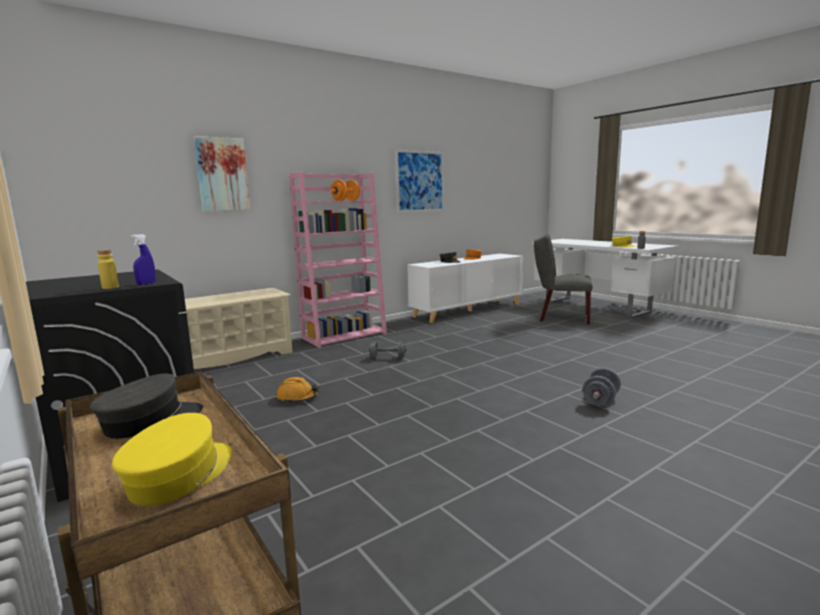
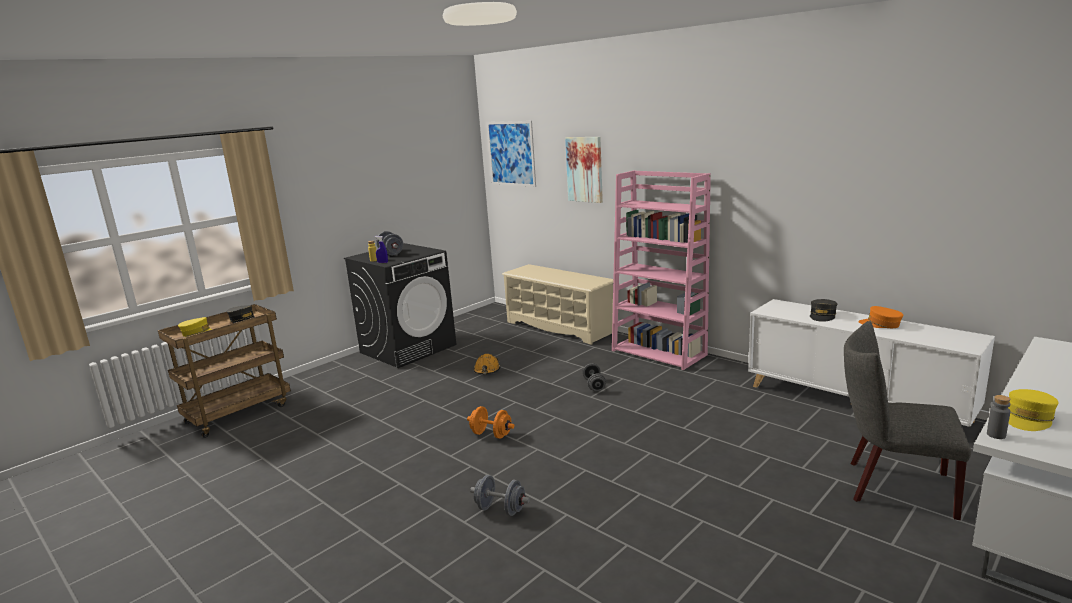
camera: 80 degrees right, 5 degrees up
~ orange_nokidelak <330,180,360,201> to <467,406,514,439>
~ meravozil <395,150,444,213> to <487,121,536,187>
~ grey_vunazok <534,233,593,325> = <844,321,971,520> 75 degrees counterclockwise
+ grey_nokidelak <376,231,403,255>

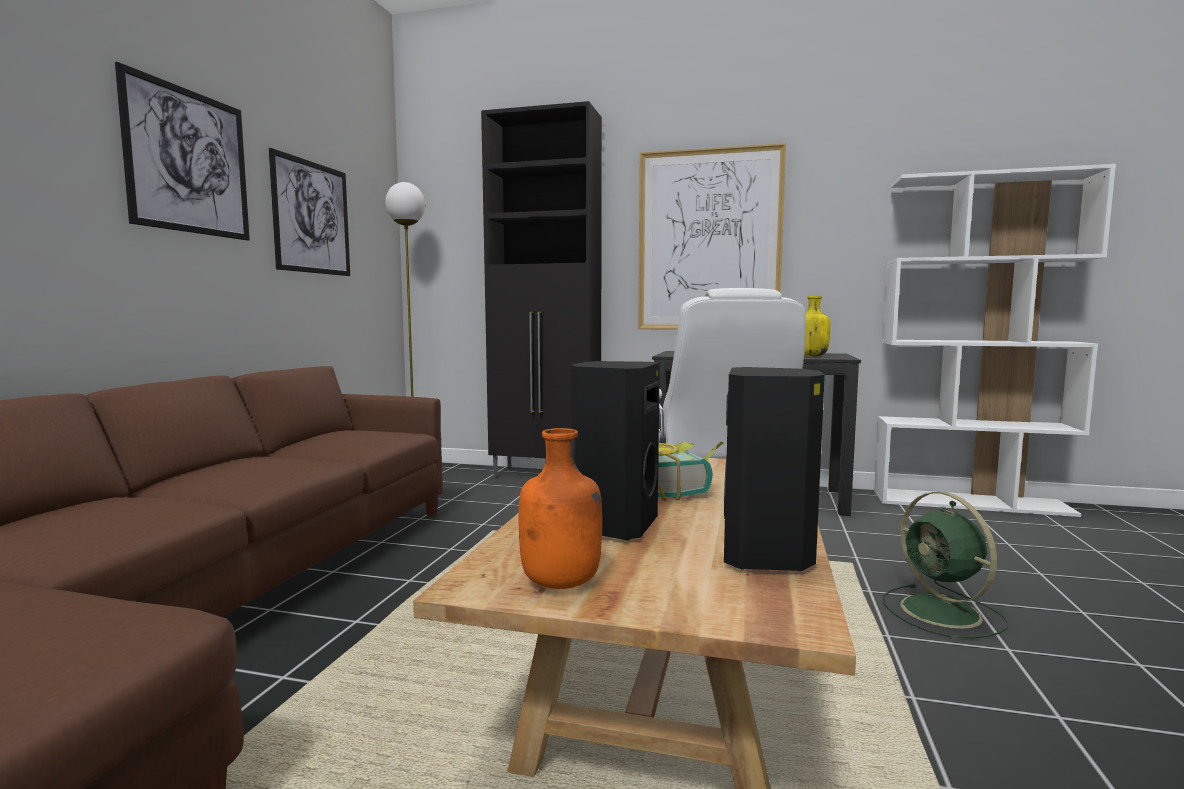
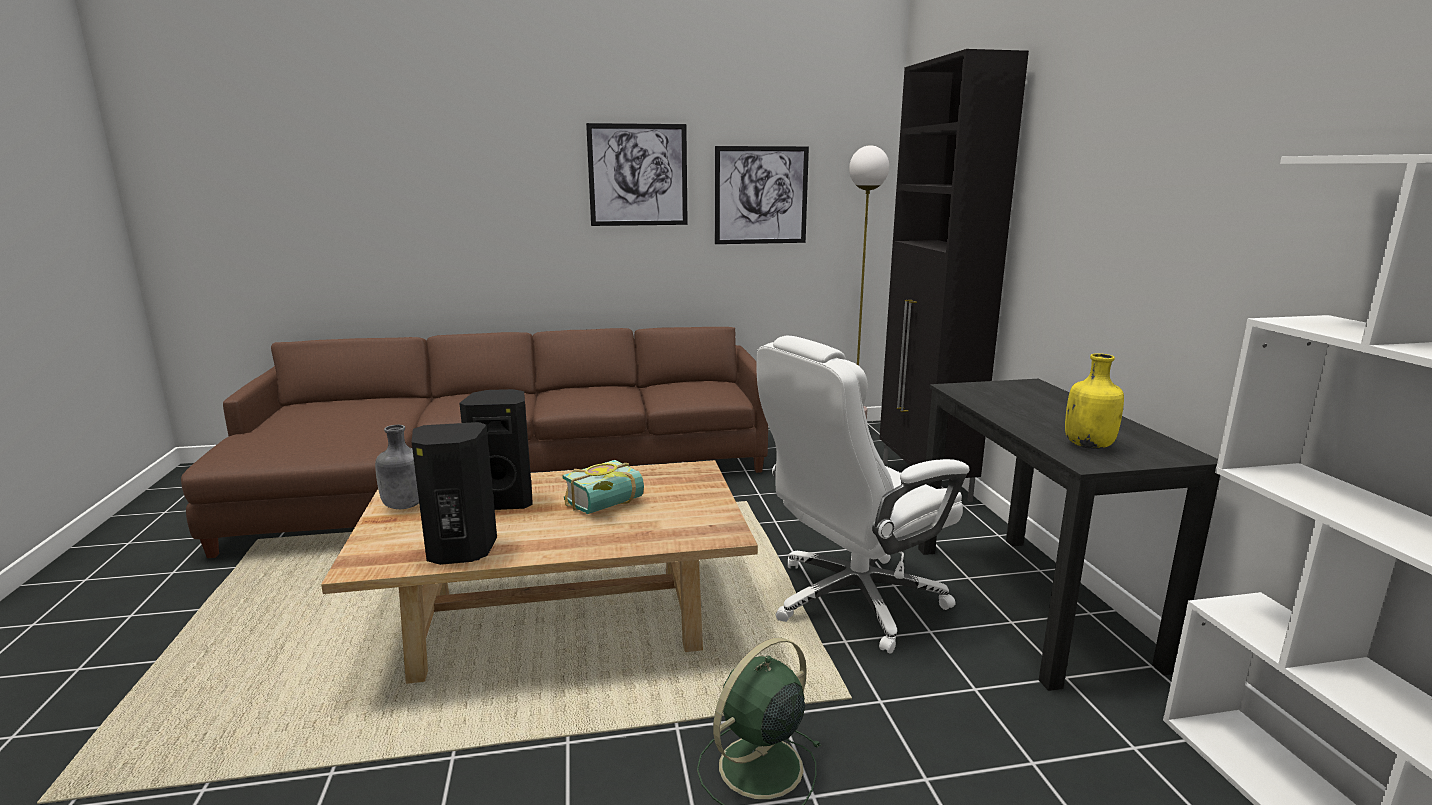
camera: 65 degrees right, 10 degrees up
~ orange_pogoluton <519,428,602,589> to grey_pogoluton <375,425,419,509>
- meravozil <638,143,786,330>

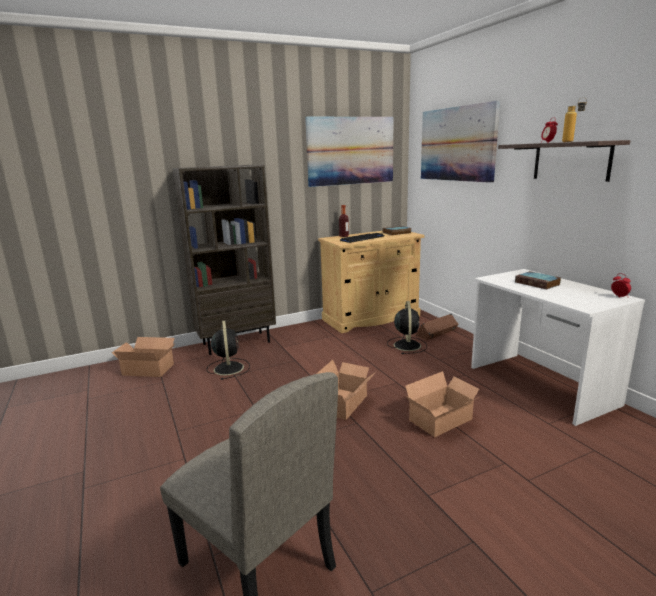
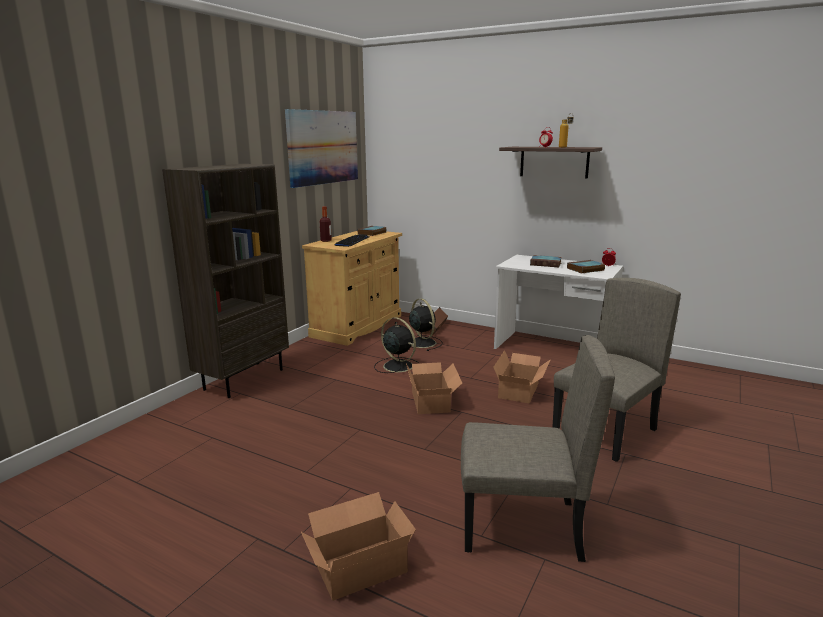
camera: 35 degrees left, 0 degrees up
~ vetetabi <112,337,175,377> to <301,492,416,601>
~ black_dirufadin <207,321,250,380> to <374,317,420,373>
- meravozil <421,101,500,183>
+ beige_vunazok <553,278,681,462>
+ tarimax <567,260,605,273>

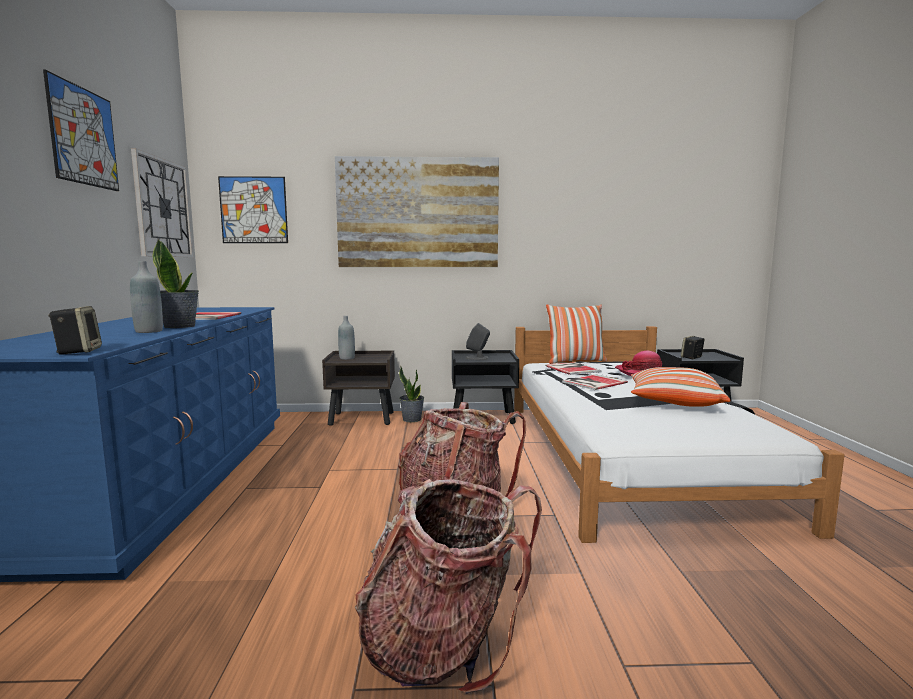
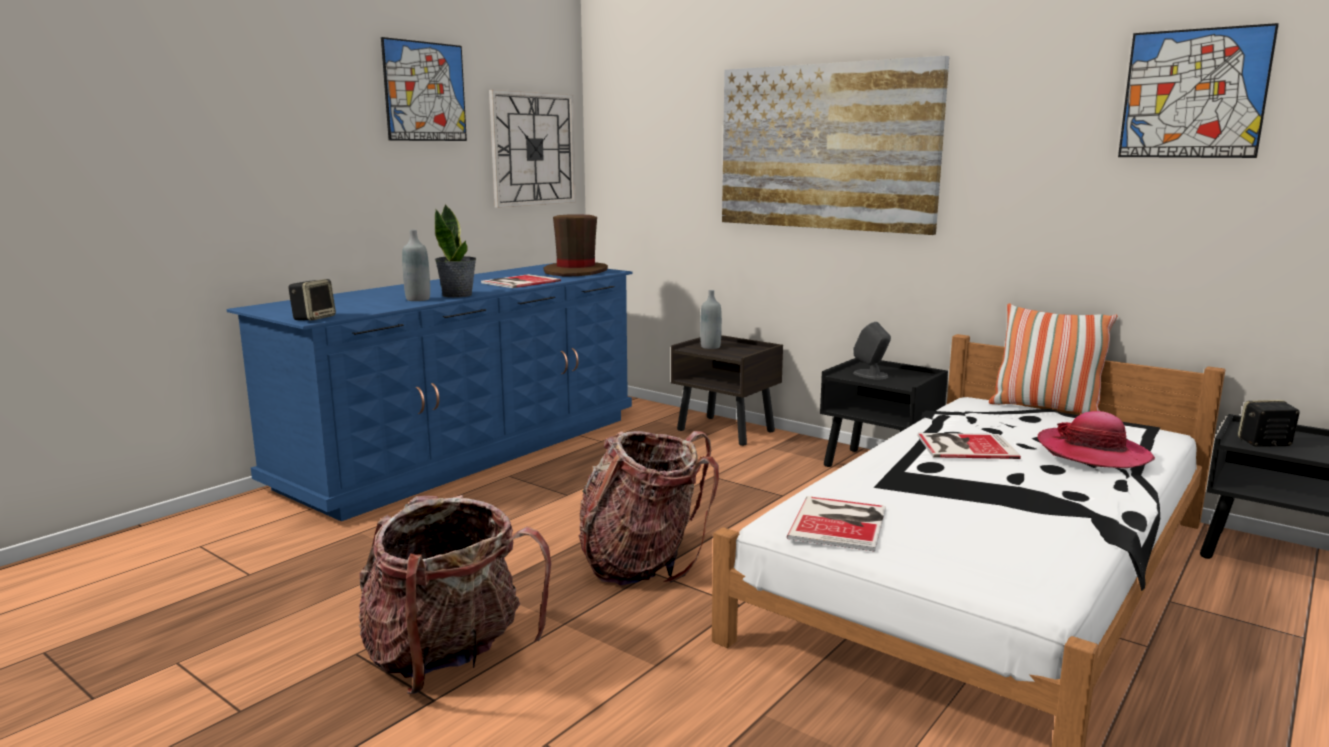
camera: 40 degrees right, 5 degrees up
~ meravozil <218,176,288,243> to <1118,23,1279,158>
- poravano <399,366,424,422>
~ tarimax <545,362,602,375> to <787,496,886,552>
- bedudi <631,367,731,407>
+ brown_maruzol <544,214,608,277>

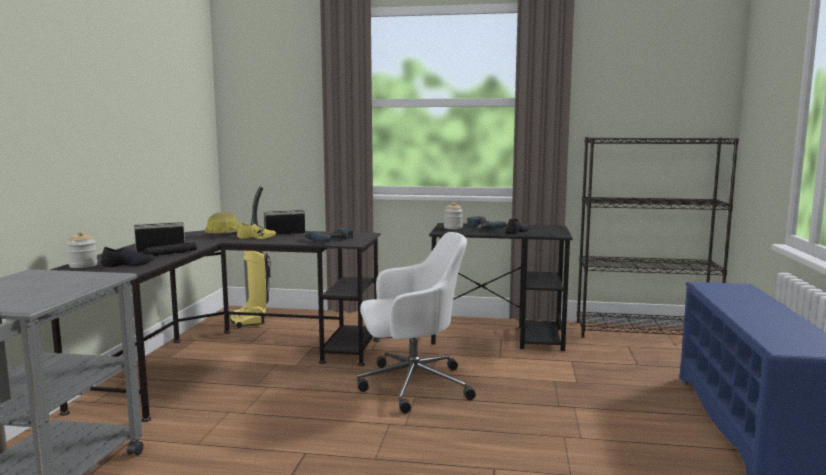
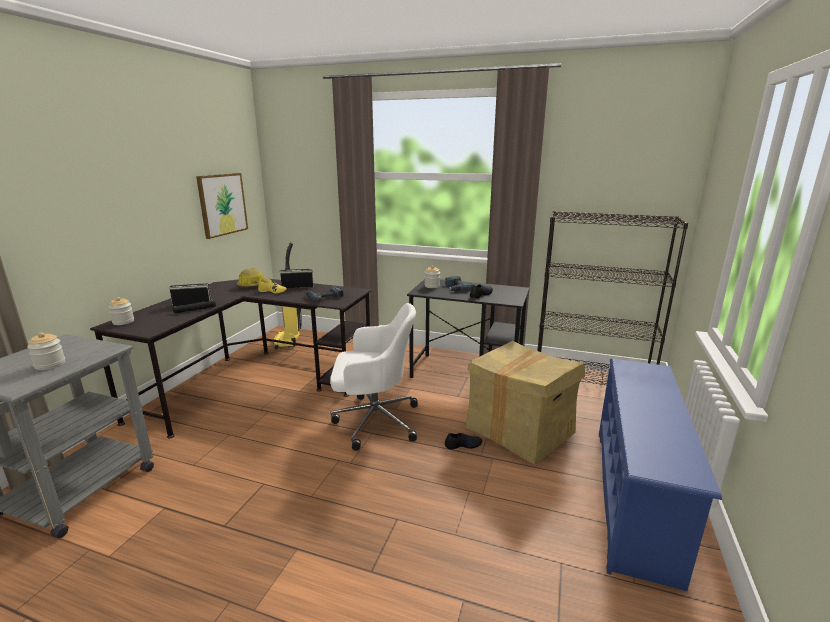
camera: 10 degrees right, 10 degrees up
~ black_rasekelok <101,247,155,267> to <445,433,482,450>
+ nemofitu <27,332,65,370>
+ meravozil <196,173,248,239>
+ vetetabi <465,341,585,465>

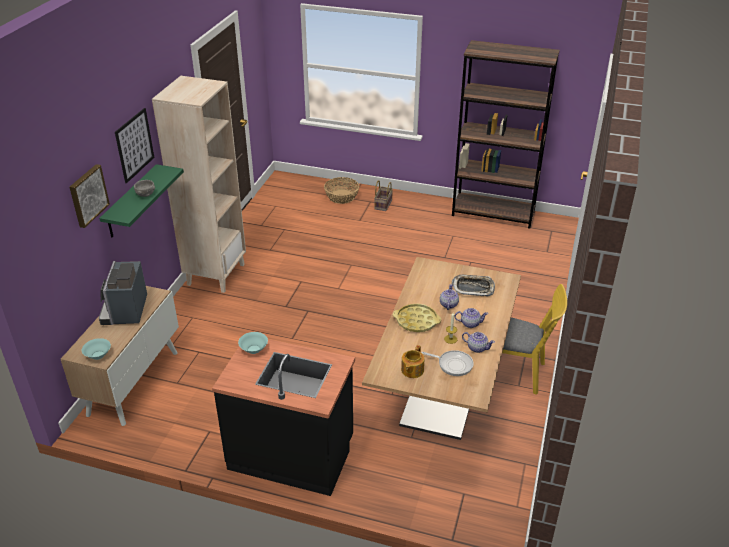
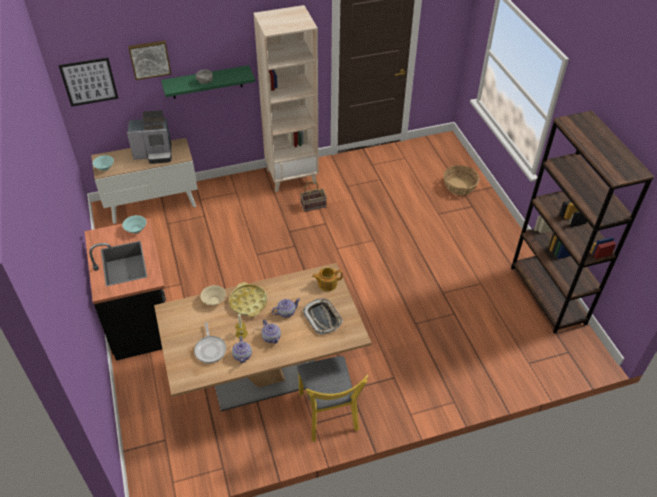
camera: 55 degrees right, 10 degrees up
~ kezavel <99,261,147,325> = <127,110,172,164> 150 degrees counterclockwise
~ meravozil <115,108,154,183> to <59,57,119,107>
~ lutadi <374,180,393,211> to <300,181,327,212>
~ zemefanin <401,345,424,378> to <312,268,342,291>
+ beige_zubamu <200,285,226,305>

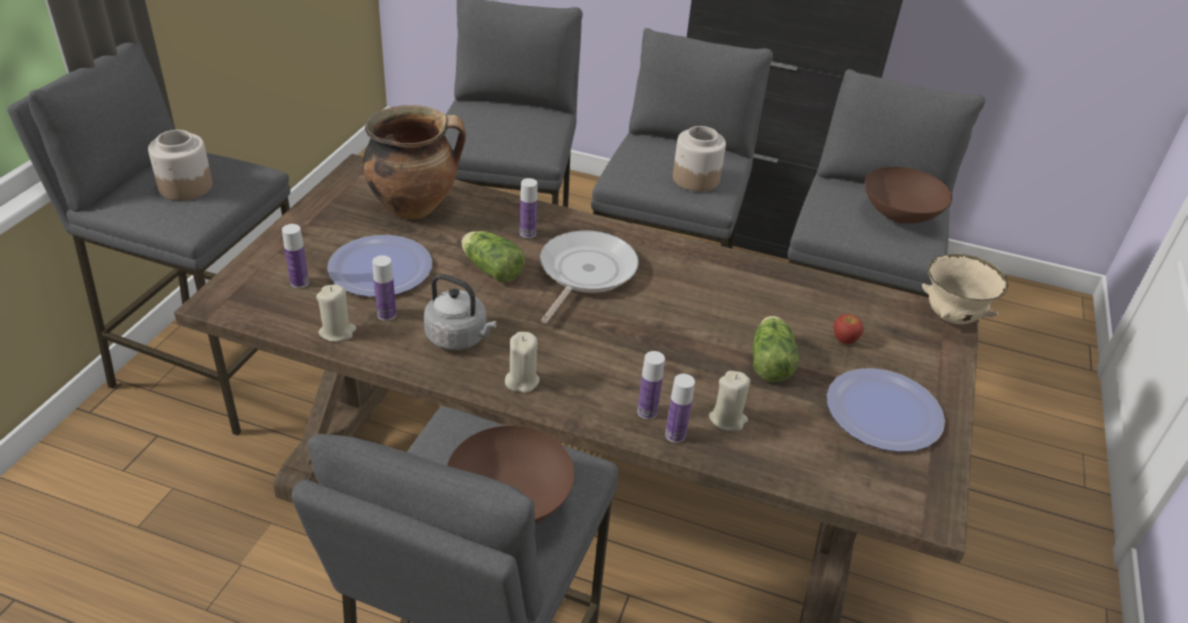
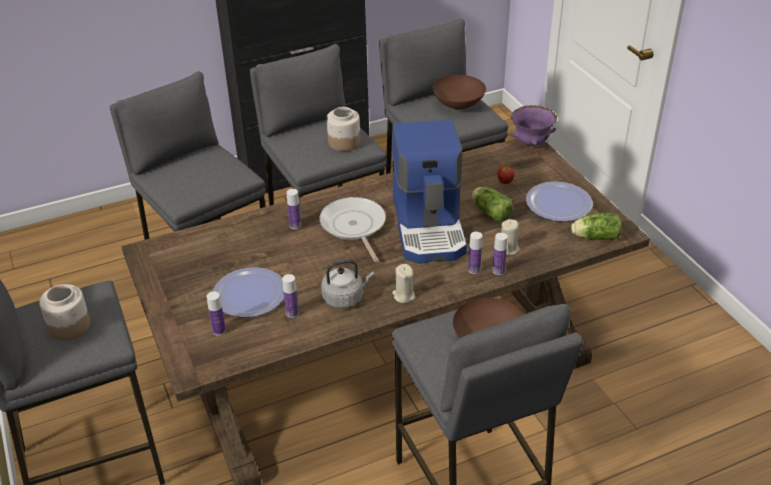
camera: 40 degrees left, 0 degrees up
- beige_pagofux <316,284,356,342>
- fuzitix <363,105,466,219>
~ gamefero <461,231,525,283> to <571,212,622,240>
~ beige_zubamu <922,254,1008,324> to purple_zubamu <511,105,557,146>
+ kezavel <392,120,467,264>

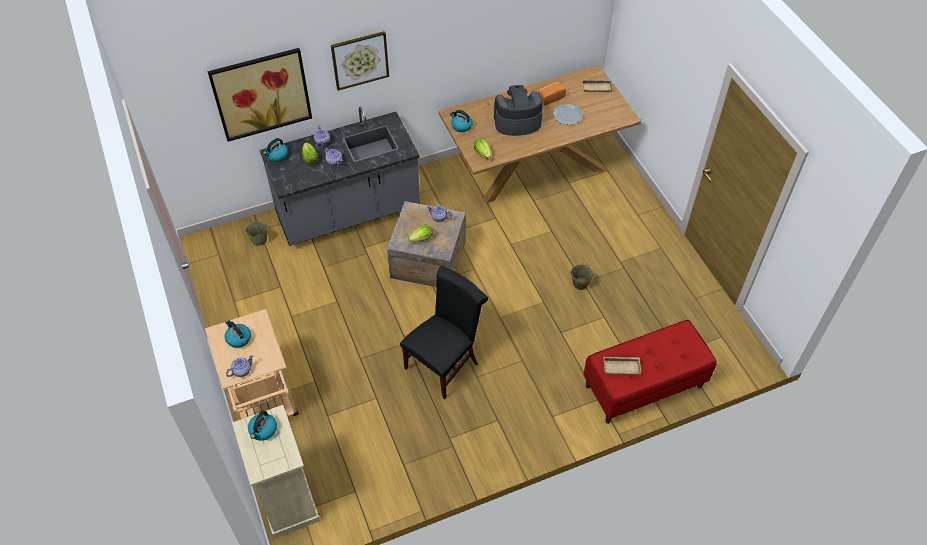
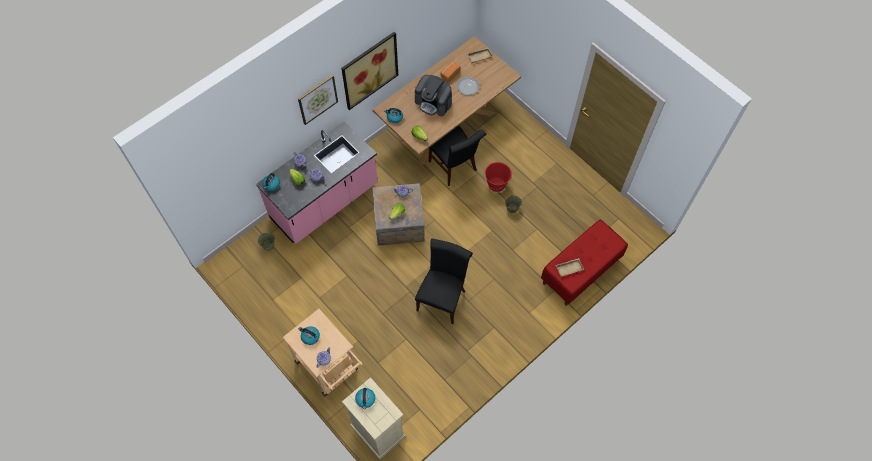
camera: 20 degrees left, 10 degrees up
~ meravozil <208,48,312,142> to <341,32,398,110>
~ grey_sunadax <260,107,420,246> to pink_sunadax <256,121,378,244>
~ kezavel <494,85,543,136> = <415,75,452,116> 120 degrees counterclockwise
+ black_vunazok <429,125,486,186>
+ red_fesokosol <485,162,512,192>

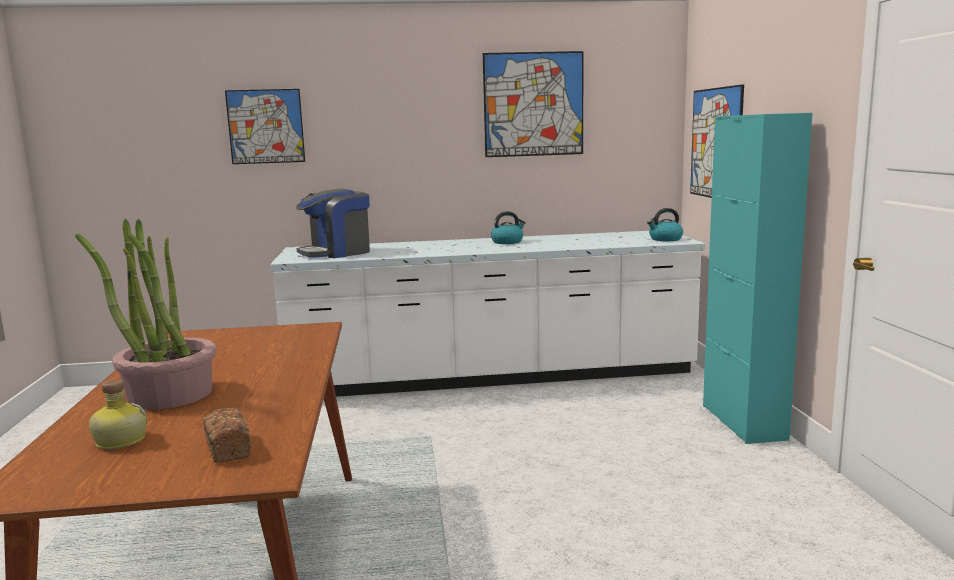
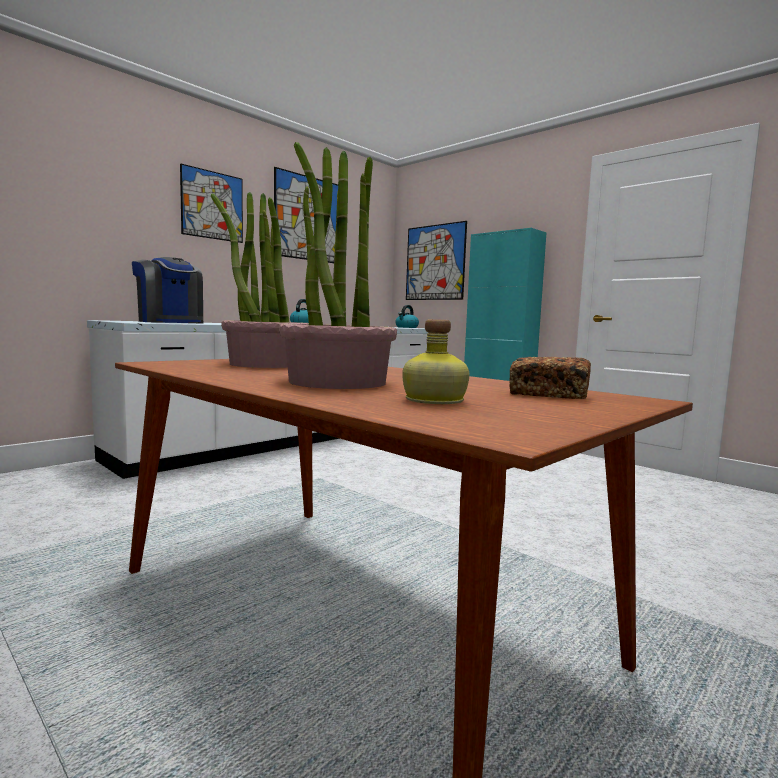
camera: 40 degrees left, 5 degrees down
~ meravozil <225,89,305,164> to <180,163,243,243>
~ kezavel <296,189,370,258> = <132,257,203,323> 60 degrees counterclockwise
+ poravano <211,192,309,368>

